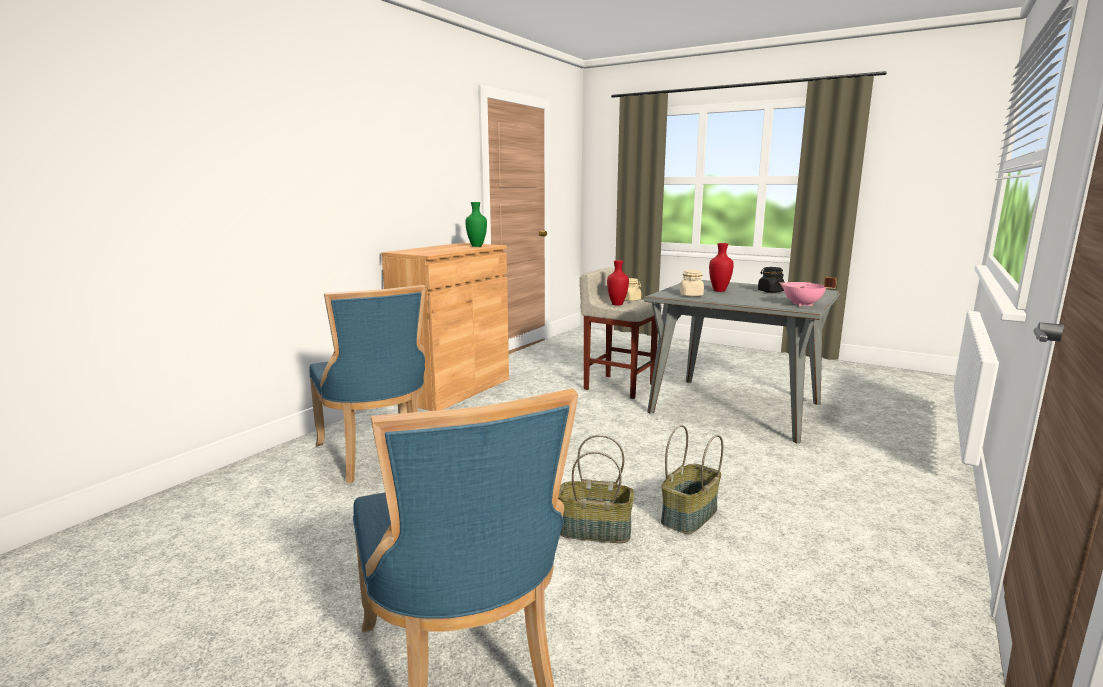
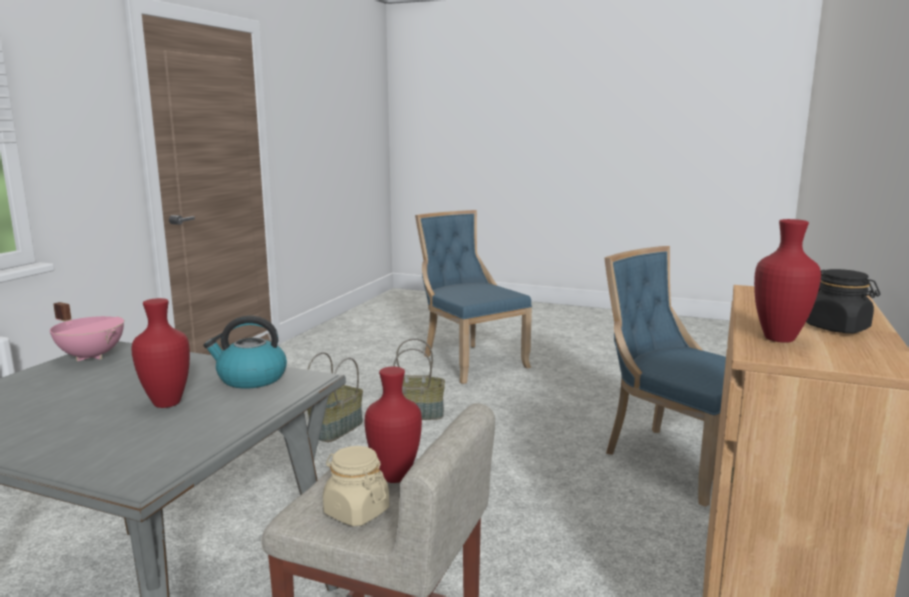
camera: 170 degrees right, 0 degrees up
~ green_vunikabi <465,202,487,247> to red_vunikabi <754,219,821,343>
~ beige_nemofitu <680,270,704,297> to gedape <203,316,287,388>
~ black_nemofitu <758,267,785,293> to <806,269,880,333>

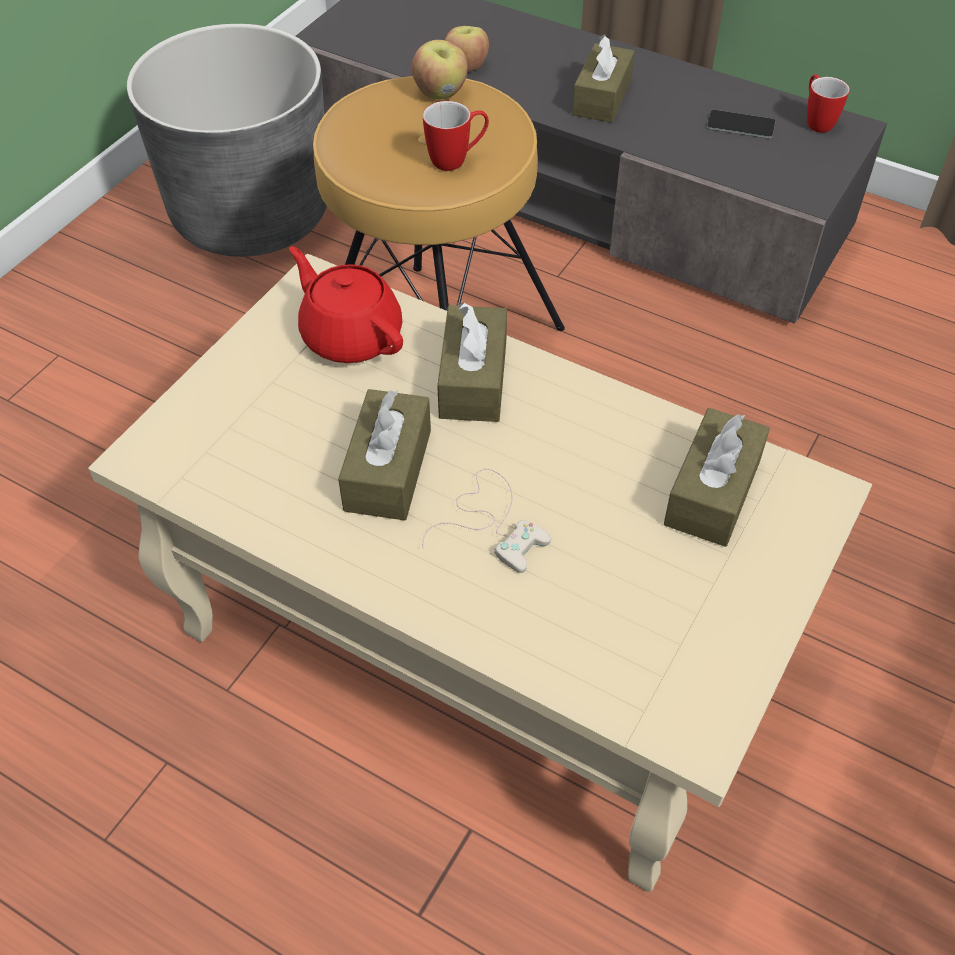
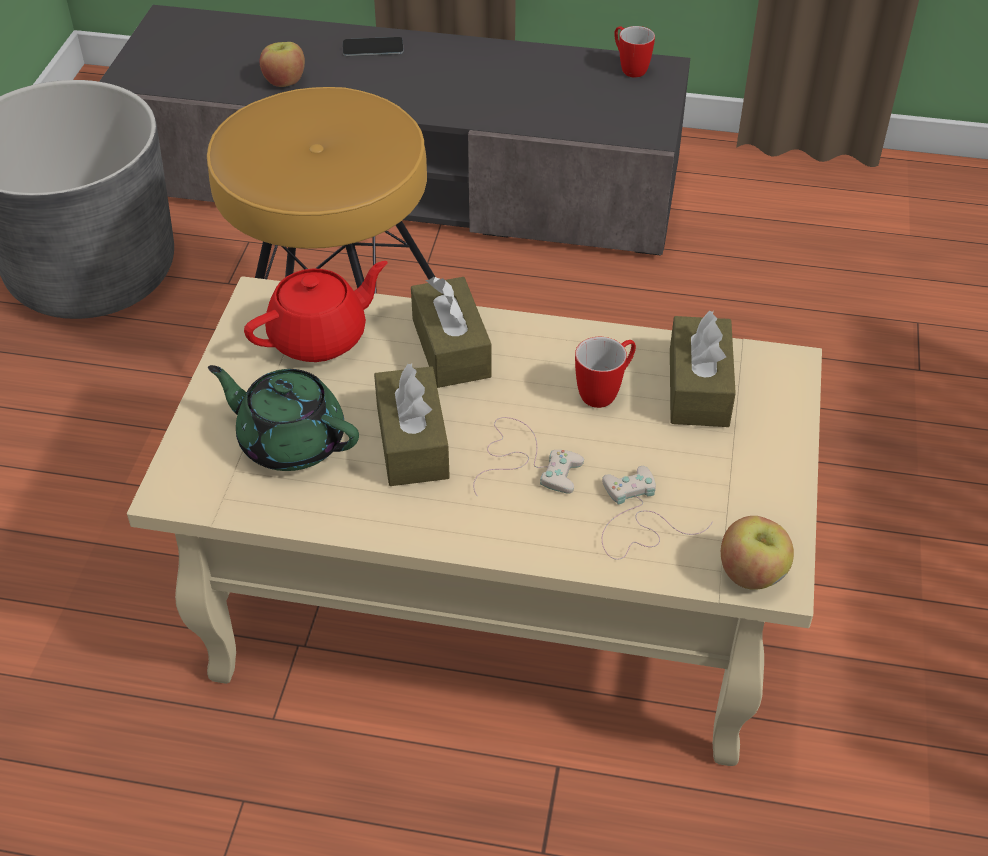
camera: 20 degrees left, 5 degrees down
~ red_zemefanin <289,246,403,363> = <244,261,387,362> 120 degrees clockwise
~ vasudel <412,40,468,99> to <721,516,794,589>
~ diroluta <423,101,489,171> to <575,337,636,408>
- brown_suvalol <572,34,635,123>
~ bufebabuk <707,110,776,139> to <343,37,404,56>
+ green_zemefanin <208,365,359,471>
+ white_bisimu <602,466,713,560>

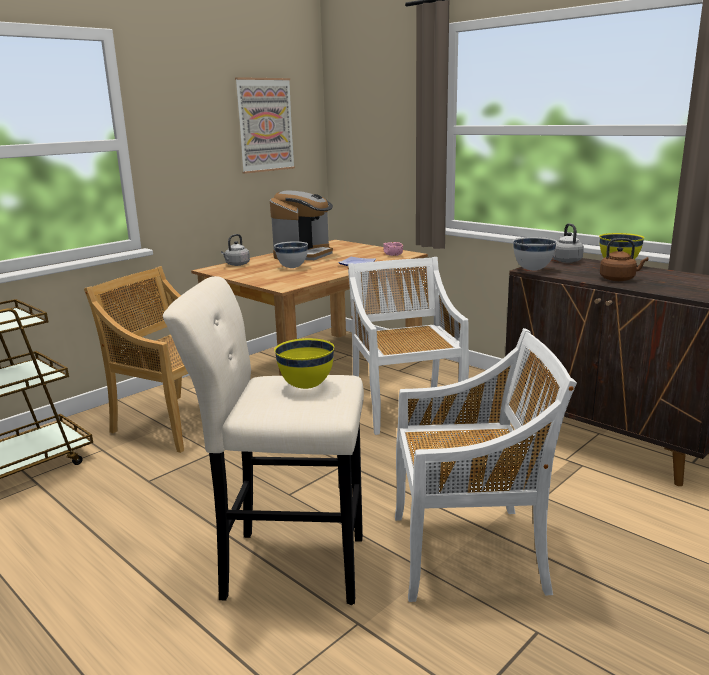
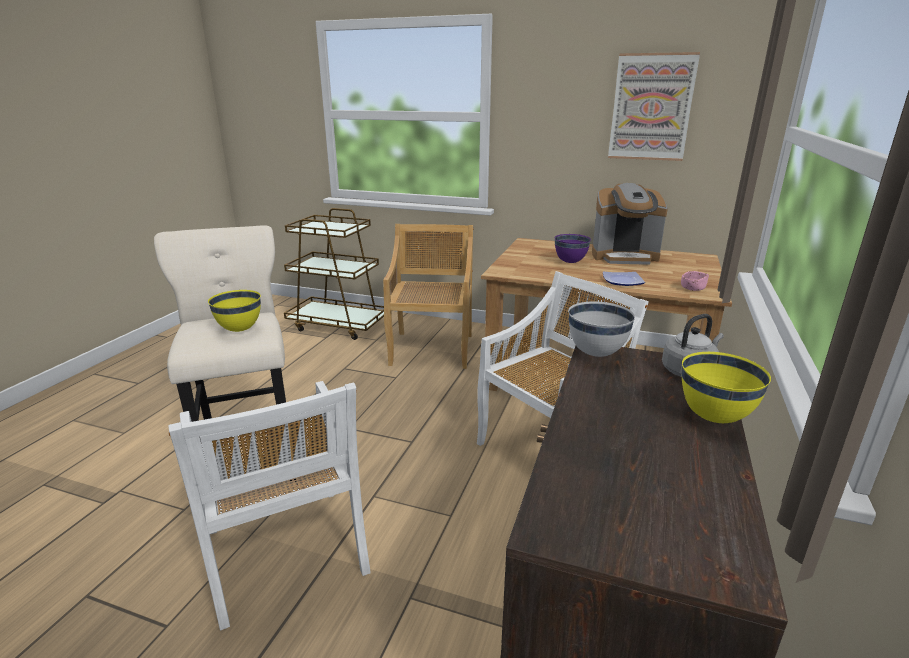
camera: 65 degrees right, 5 degrees up
- grey_gedape <221,234,250,266>
~ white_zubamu <274,241,308,268> to purple_zubamu <554,234,591,263>
- brown_gedape <600,238,649,281>

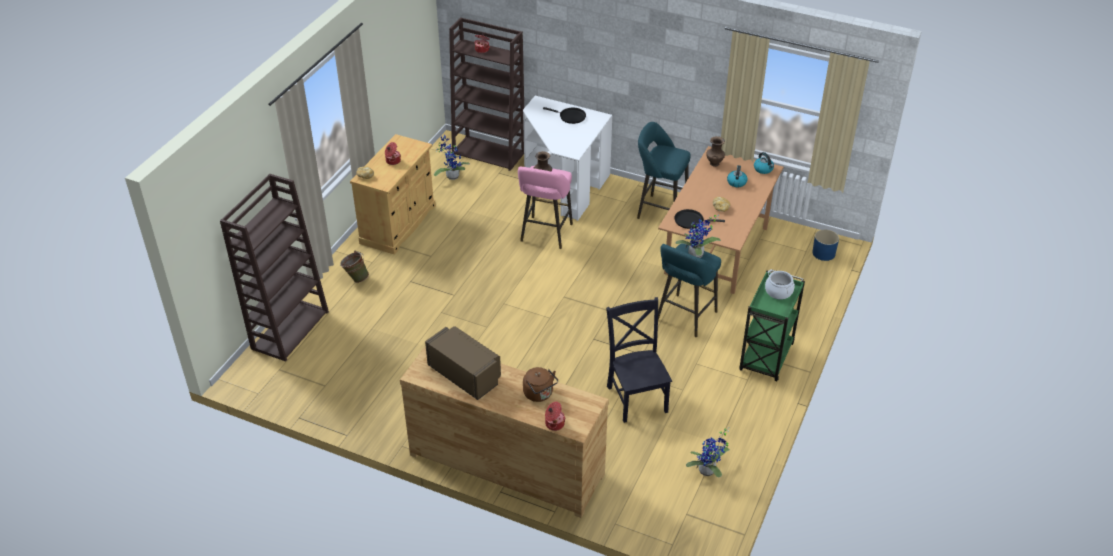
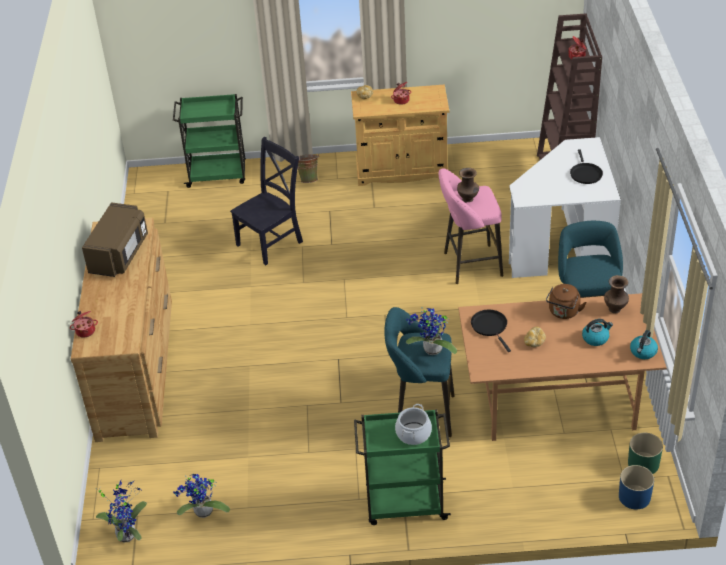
camera: 65 degrees right, 0 degrees up
~ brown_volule <220,174,329,362> to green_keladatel <173,94,246,188>
~ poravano <434,135,470,180> to <96,480,147,543>
~ brown_gedape <523,367,558,402> to <546,284,587,319>
~ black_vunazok <606,297,672,423> to <230,137,303,265>
+ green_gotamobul <628,433,663,474>

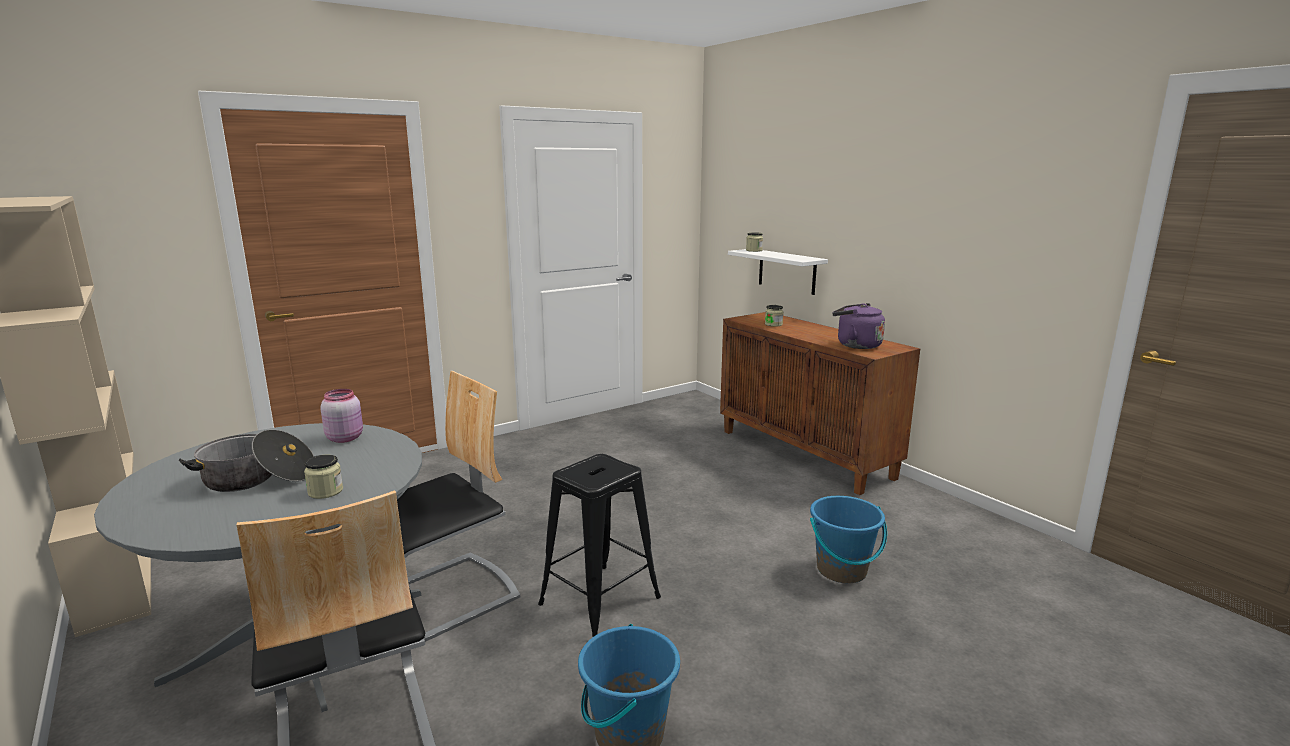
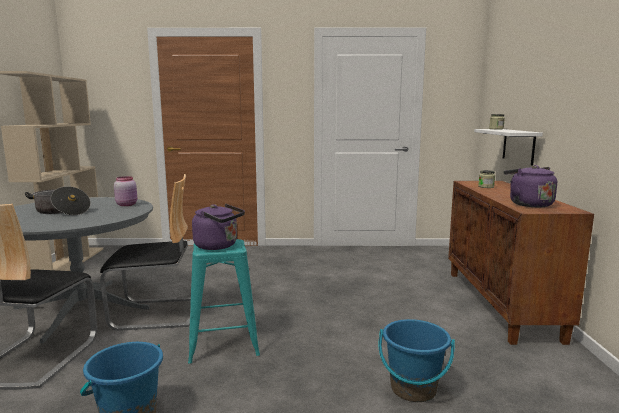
camera: 35 degrees right, 5 degrees down
- nemofitu <304,455,343,499>
~ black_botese <538,454,661,638> to turquoise_botese <188,239,260,364>
+ purple_gedape <192,204,245,250>

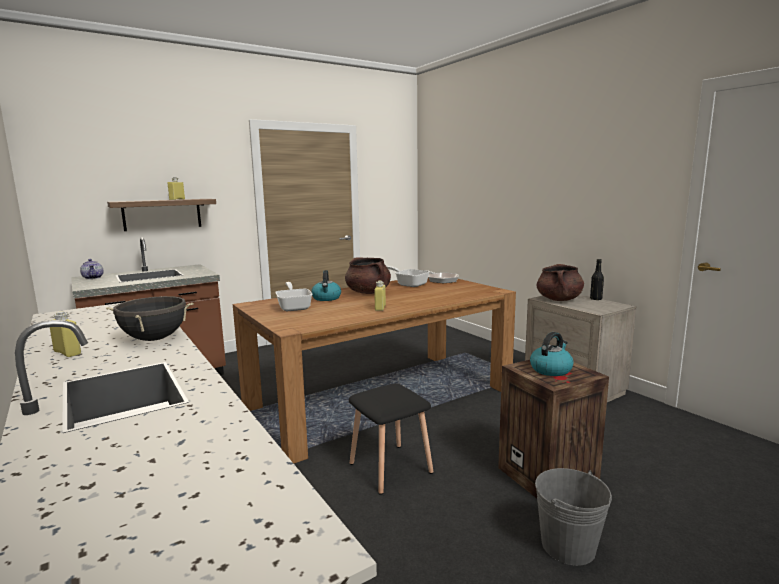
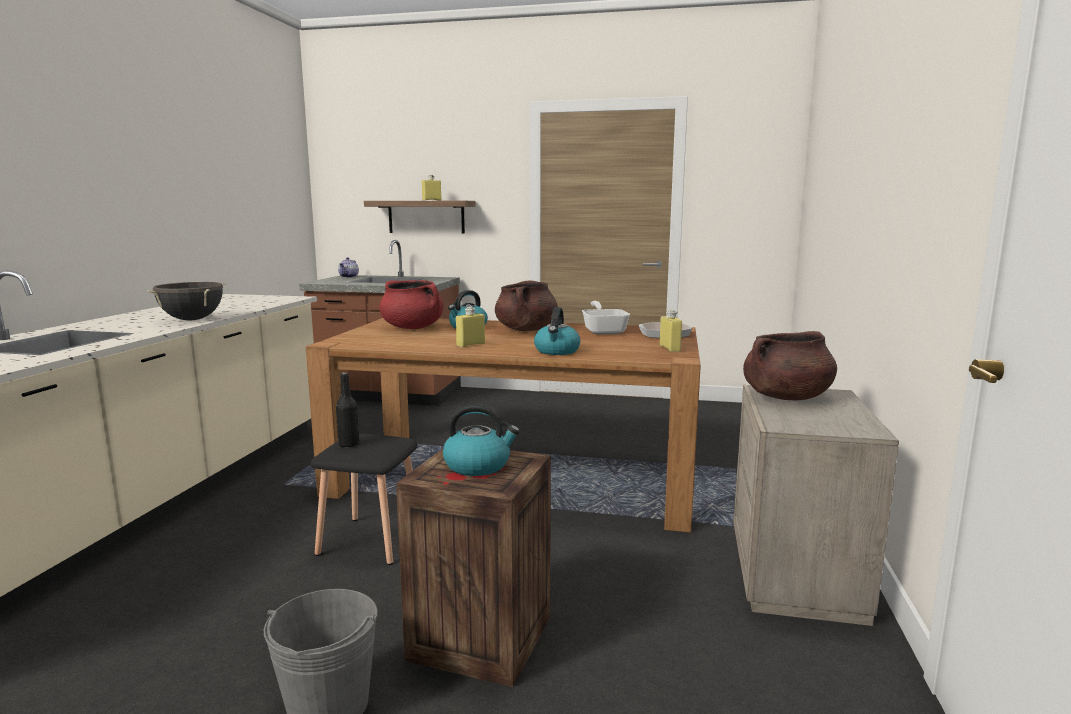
camera: 45 degrees right, 0 degrees up
~ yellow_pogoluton <50,312,81,357> to <659,310,682,352>
~ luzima <275,282,313,311> to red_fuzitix <379,280,444,329>
~ black_pogoluton <590,259,604,300> to <336,372,359,447>
+ gedape <534,307,580,355>

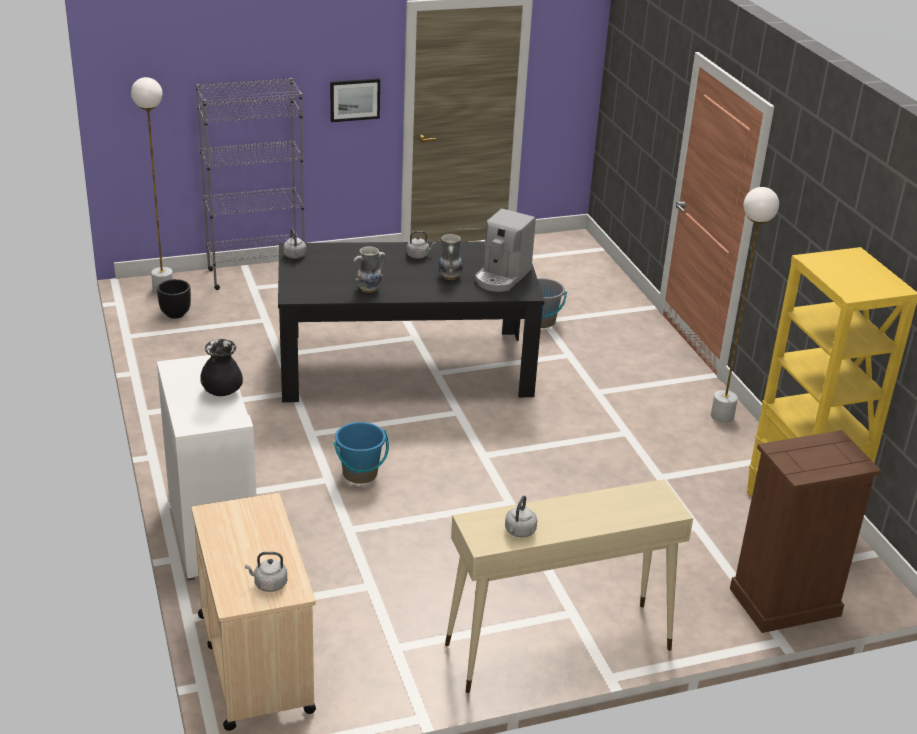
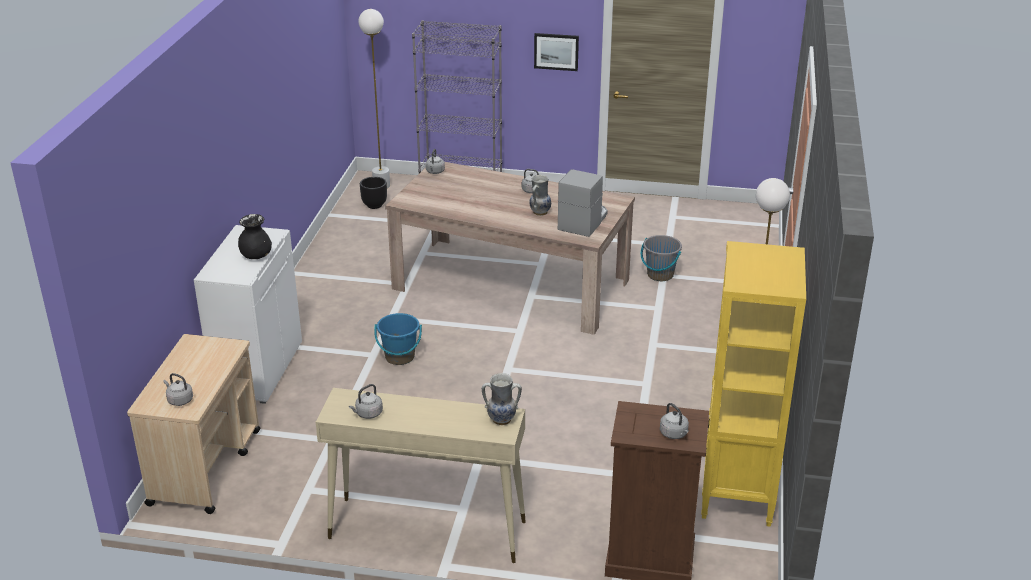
camera: 30 degrees right, 0 degrees up
~ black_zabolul <278,242,545,402> to beige_zabolul <385,162,635,335>
~ vunikabi <353,246,385,293> to <482,373,522,425>
~ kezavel <475,208,536,292> = <558,169,608,237> 150 degrees clockwise
+ grey_gedape <660,403,689,439>

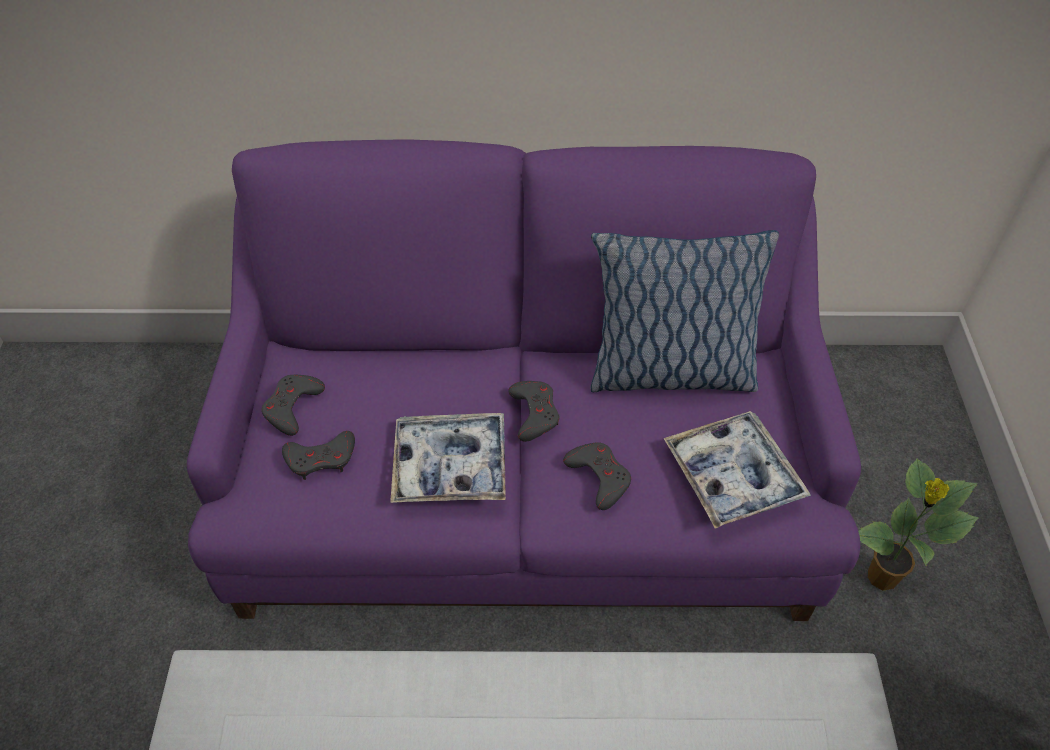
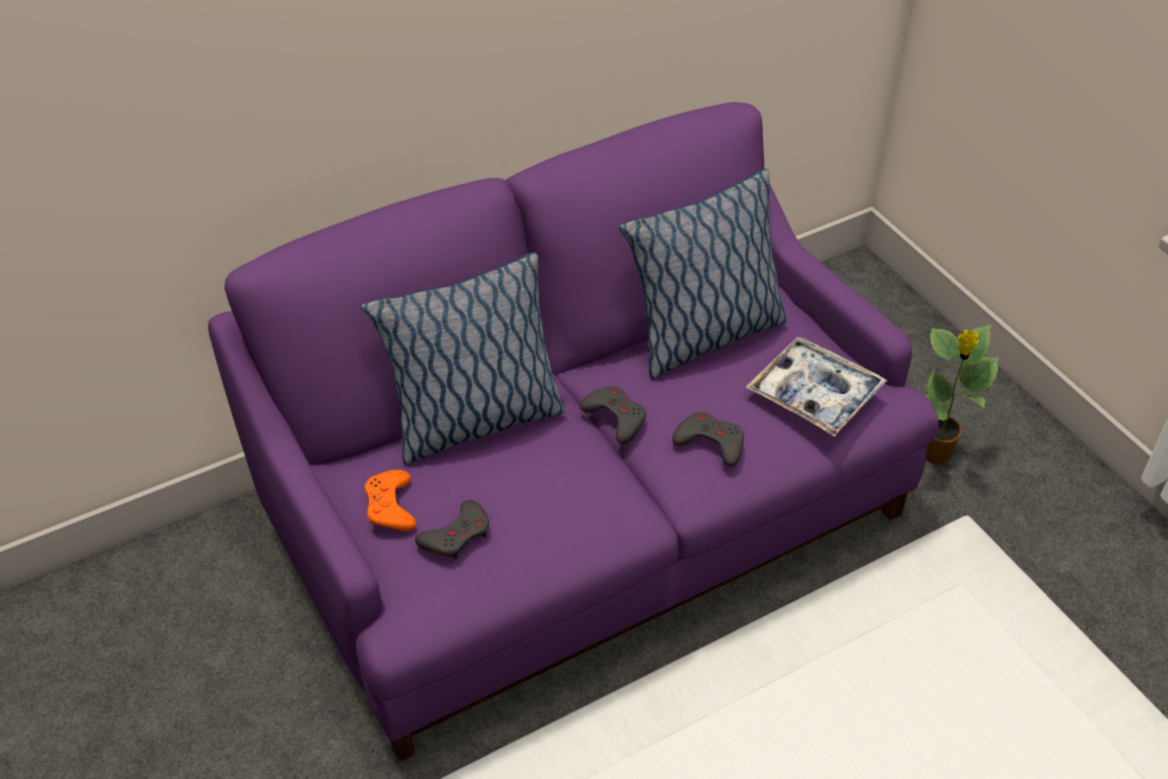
camera: 30 degrees left, 5 degrees down
~ grey_bisimu <262,375,325,436> to orange_bisimu <365,470,416,531>
- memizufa <390,413,506,503>
+ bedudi <361,252,566,465>

